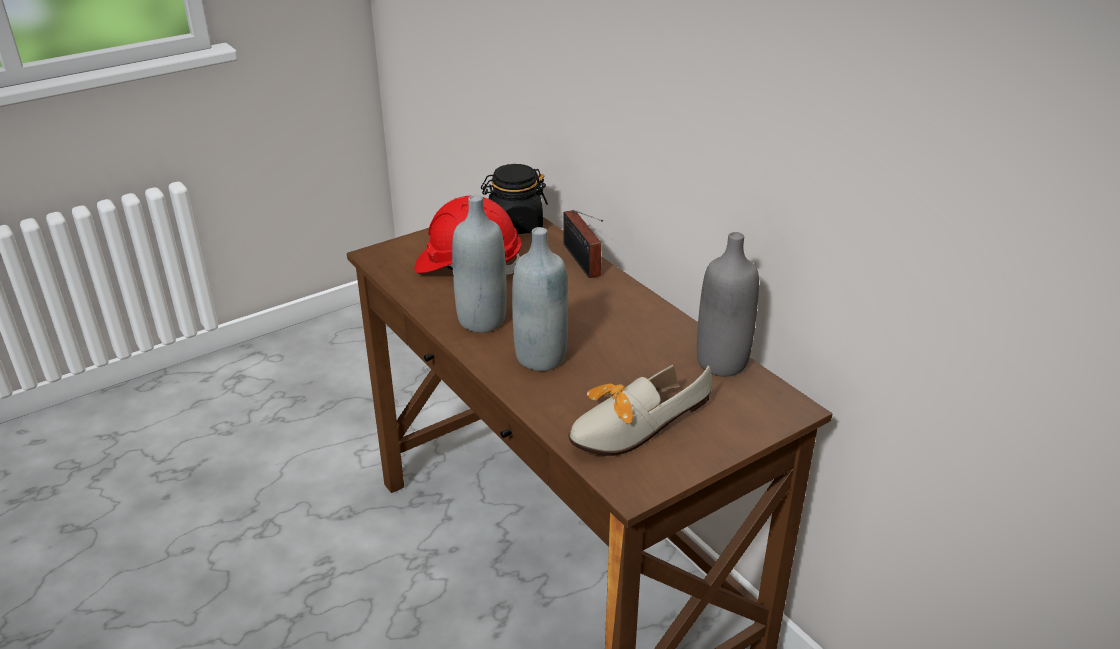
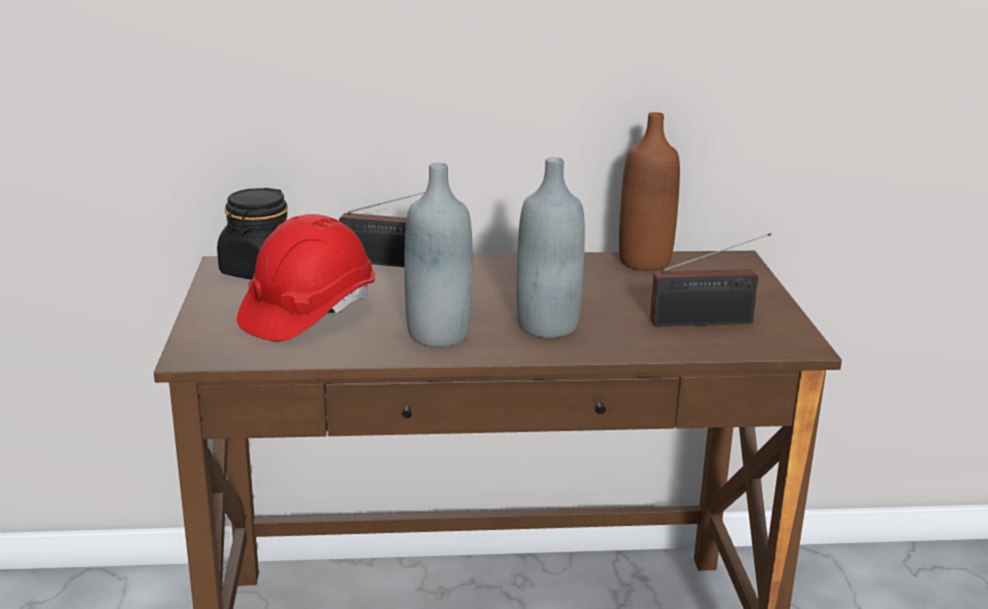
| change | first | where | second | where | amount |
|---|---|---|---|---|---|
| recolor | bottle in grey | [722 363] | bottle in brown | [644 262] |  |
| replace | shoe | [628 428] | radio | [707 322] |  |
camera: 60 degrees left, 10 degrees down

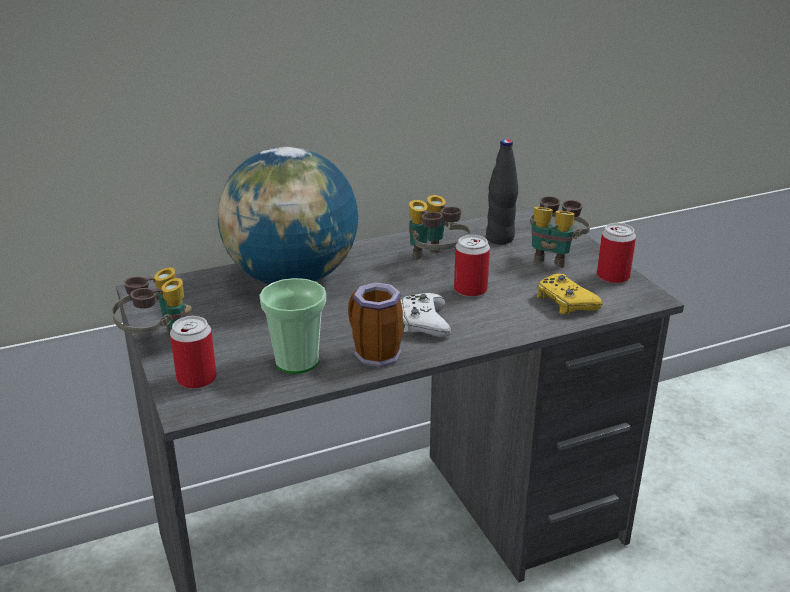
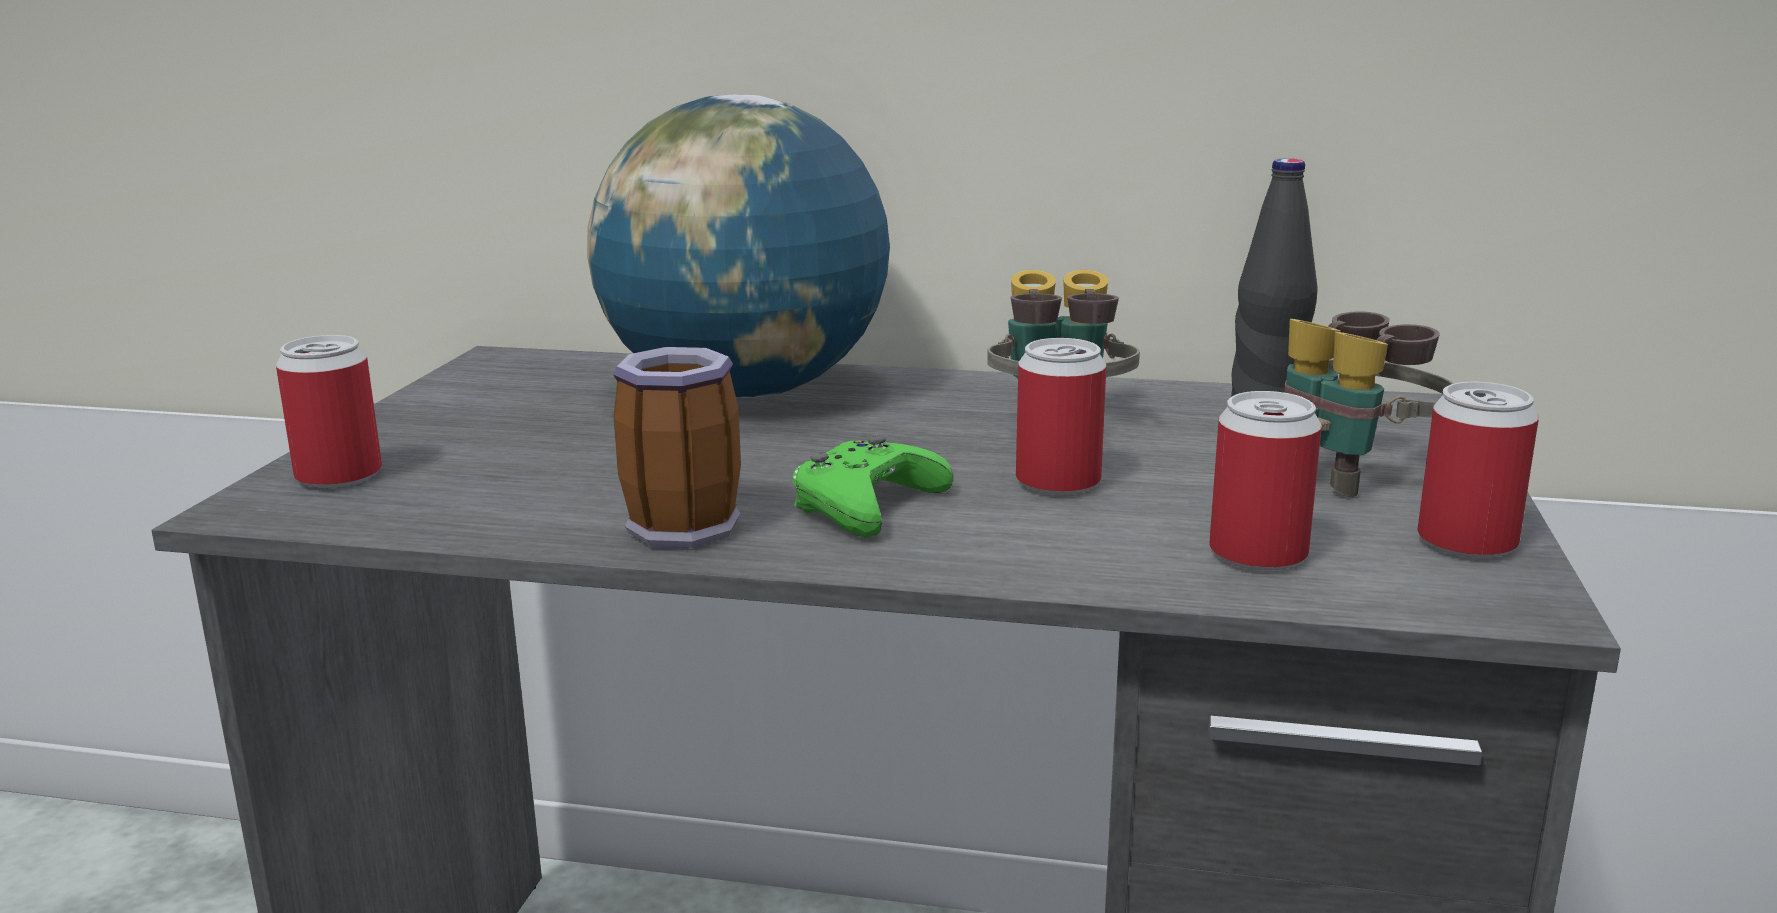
| change | first | where | second | where | amount |
|---|---|---|---|---|---|
| delete | binoculars | [158 343] |  |  |  |
| replace | game controller in yellow | [565 302] | can | [1258 554] |  |
| delete | cup | [297 361] |  |  |  |
| recolor | game controller in white | [424 322] | game controller in green | [867 505] |  |
camera: 35 degrees right, 10 degrees down

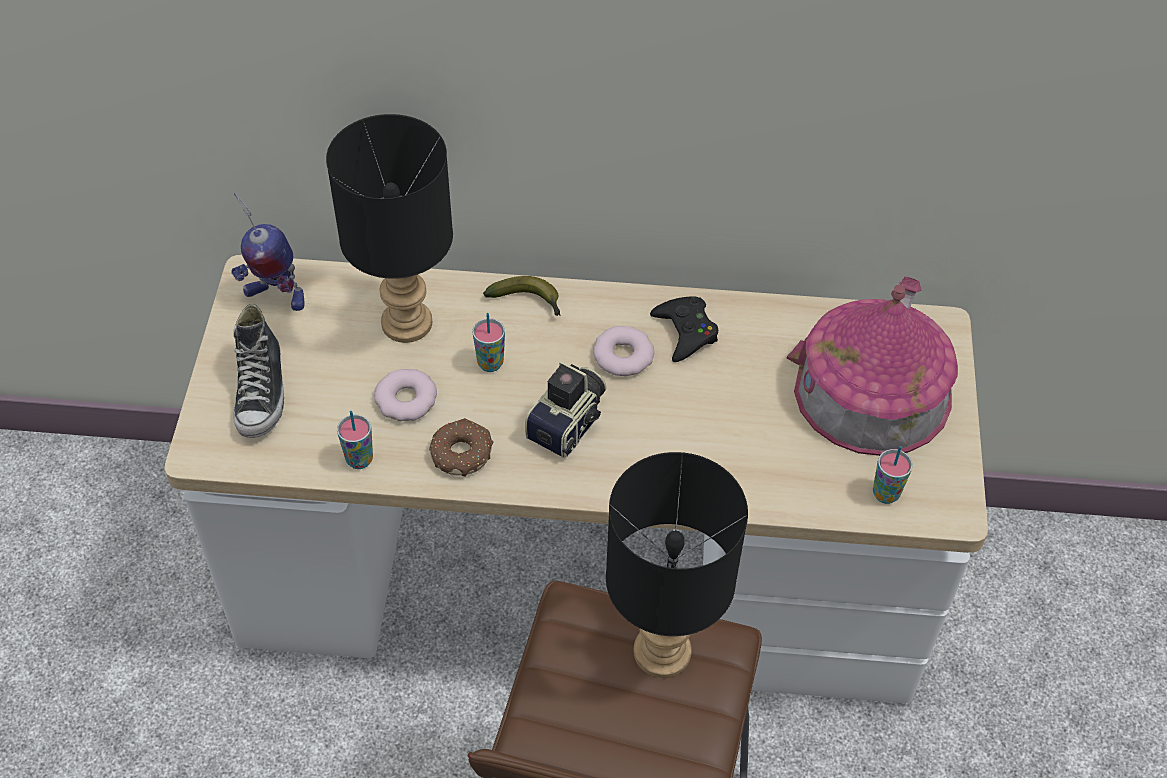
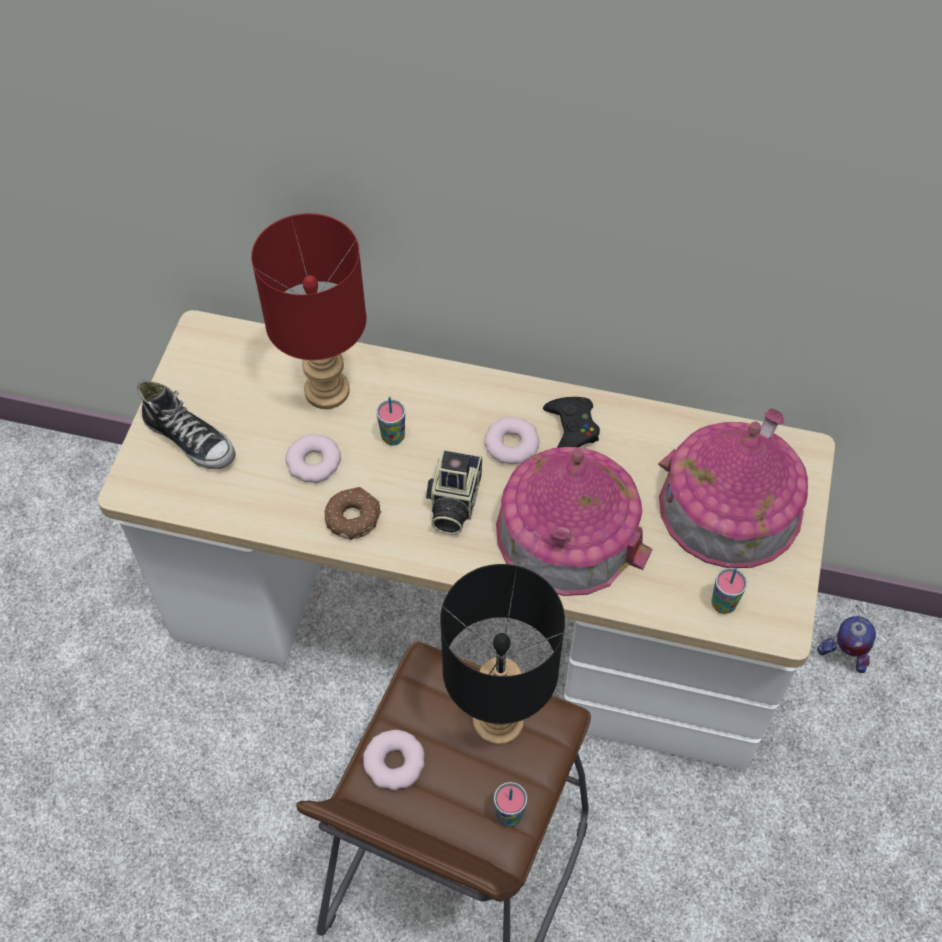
| change | first | where | second | where | amount |
|---|---|---|---|---|---|
| recolor | table lamp in black | [404 323] | table lamp in red | [325 390] |  |
| move | toy robot | [274 296] |  | [841 657] |  |
| delete | banana | [528 302] |  |  |  |
| rotate | shoe | [261 392] |  | [191 440] | 60 degrees counterclockwise |
| rotate | photo camera | [570 424] |  | [452 502] | 150 degrees clockwise |
| move | cup | [359 460] |  | [509 815] |  |
| insert |  |  | toy house | [568 530] |  |
| insert |  |  | donut | [394 762] |  |
camera: 10 degrees right, 5 degrees up

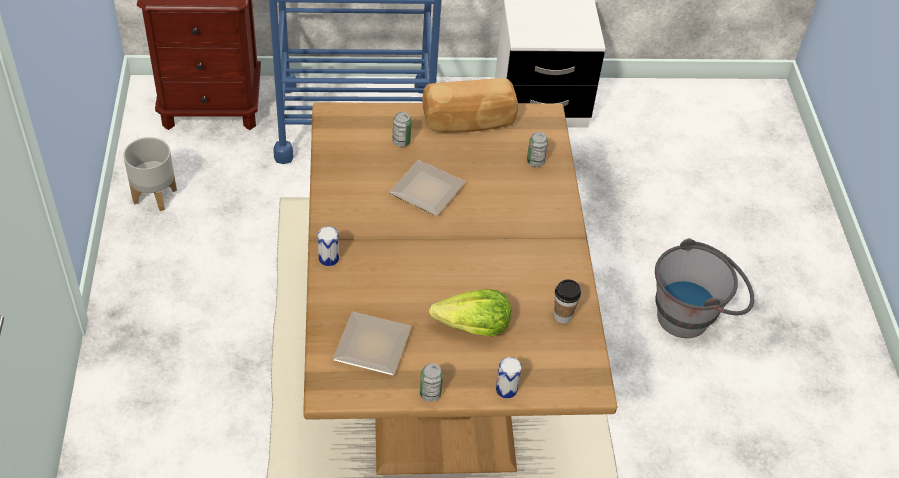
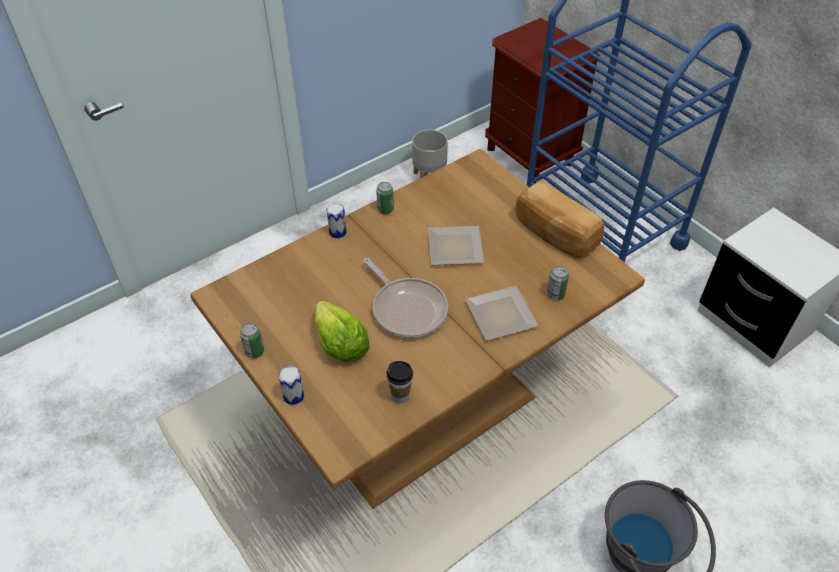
| change | first | where | second | where | amount |
|---|---|---|---|---|---|
| move | can | [401 142] |  | [385 210] |  |
| move | plate | [369 347] |  | [498 314] |  |
| insert |  |  | frying pan | [407 309] |  |
camera: 60 degrees right, 0 degrees up

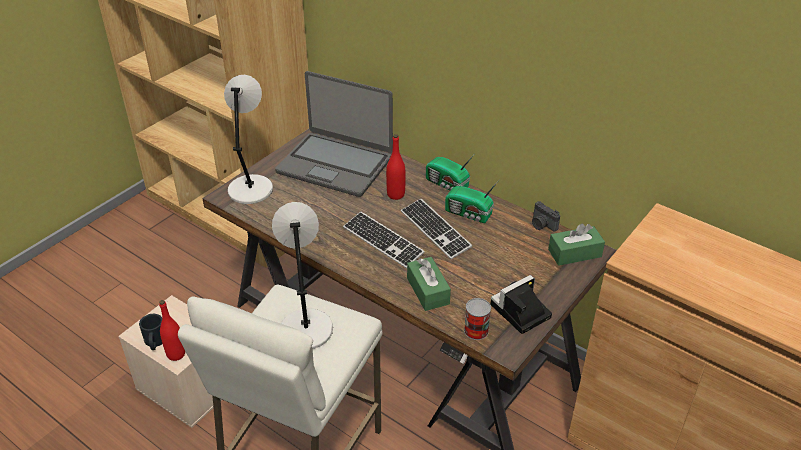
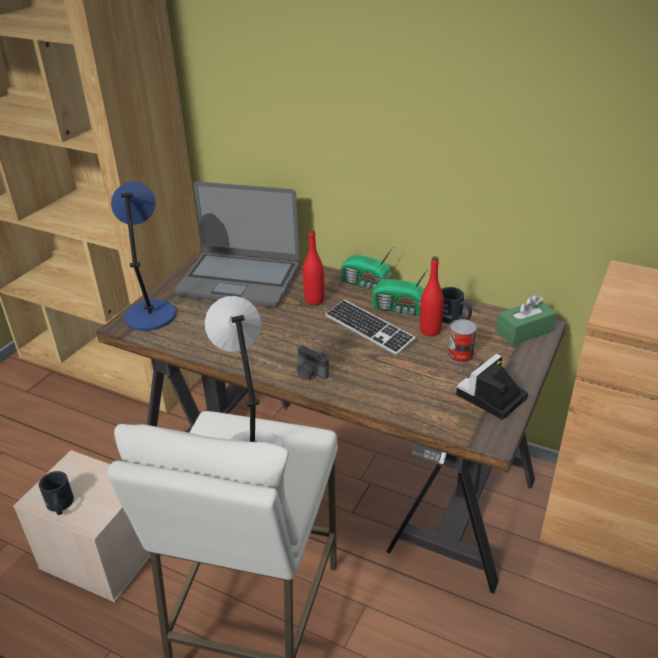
| change | first | where | second | where | amount |
|---|---|---|---|---|---|
| recolor | table lamp in grey | [251 188] | table lamp in blue | [150 314] |  |
| move | photo camera | [542 225] |  | [310 373] |  |
| delete | keyboard | [383 241] |  |  |  |
| delete | tissue box in green | [428 291] |  |  |  |
| move | can | [476 330] |  | [460 355] |  |
| move | bottle in red | [176 354] |  | [430 331] |  |
| insert |  |  | mug in black | [454 318] |  |
camera: 10 degrees left, 5 degrees down

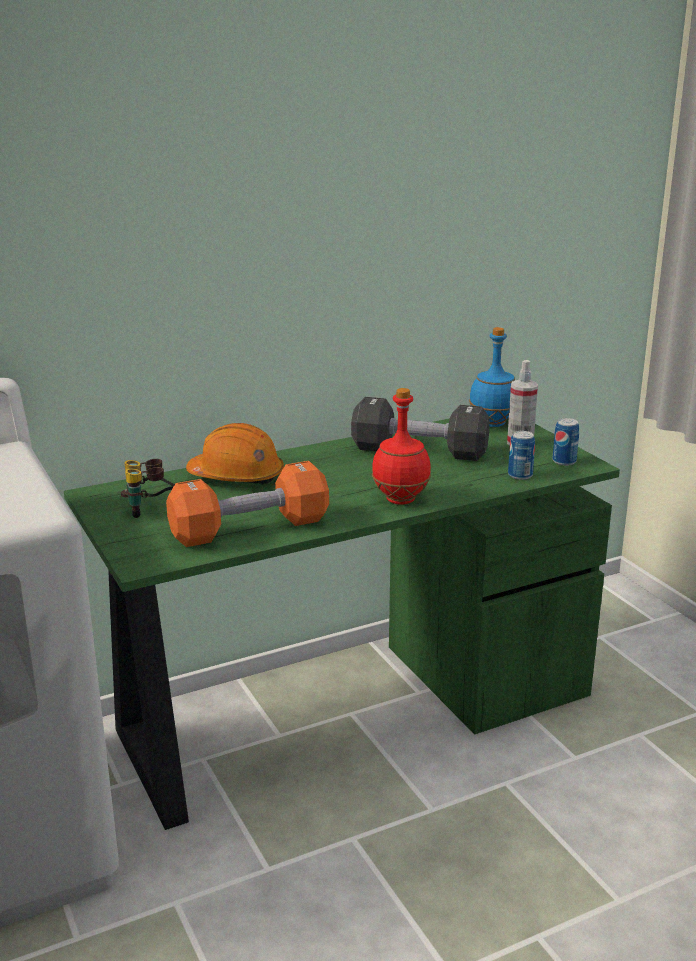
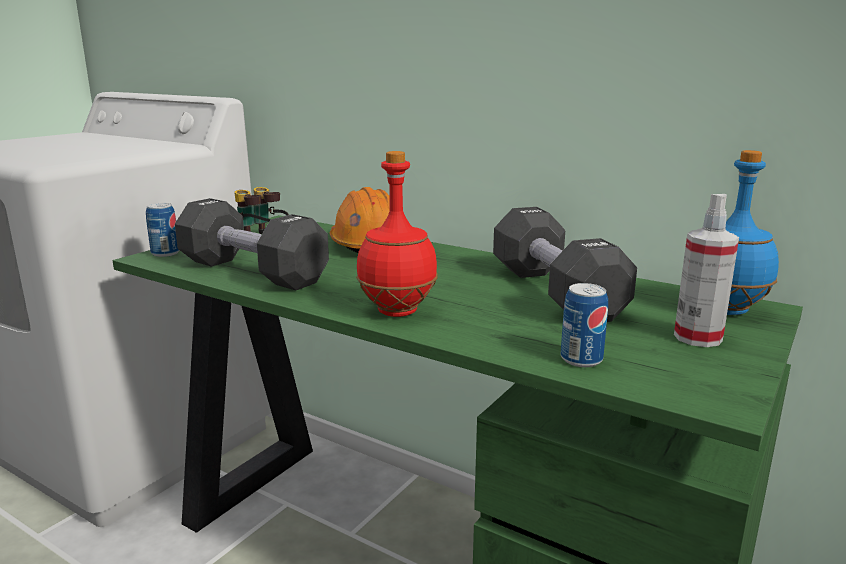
| change | first | where | second | where | amount |
|---|---|---|---|---|---|
| move | can | [564 461] |  | [165 253] |  |
| recolor | dumbbell in orange | [250 529] | dumbbell in black | [252 272] |  |
camera: 60 degrees right, 5 degrees down

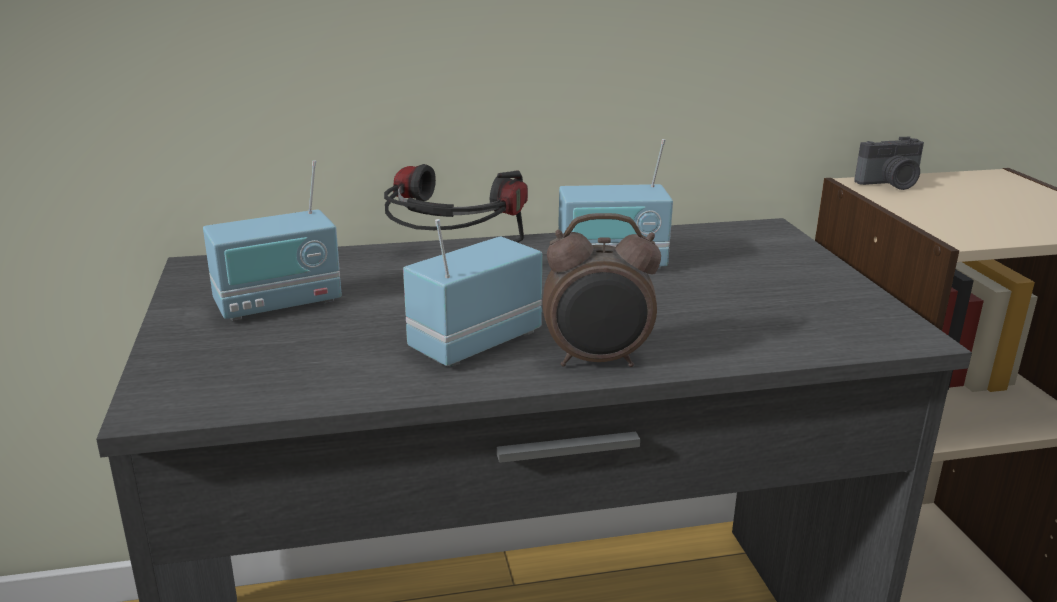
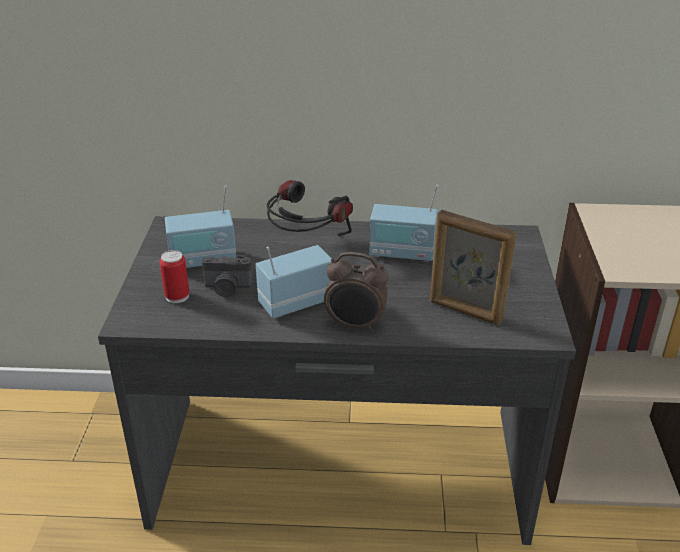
| change | first | where | second | where | amount |
|---|---|---|---|---|---|
| move | photo camera | [891 184] |  | [227 288] |  |
| insert |  |  | picture frame | [465 311] |  |
| insert |  |  | can | [177 296] |  |
camera: 15 degrees right, 10 degrees up

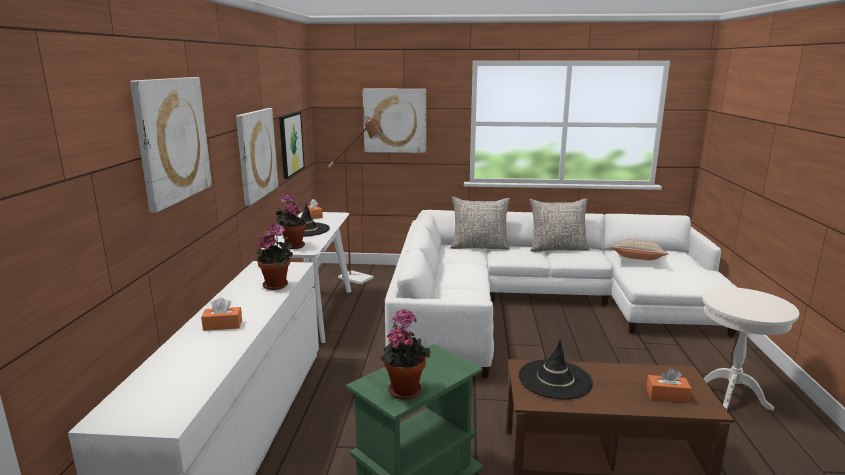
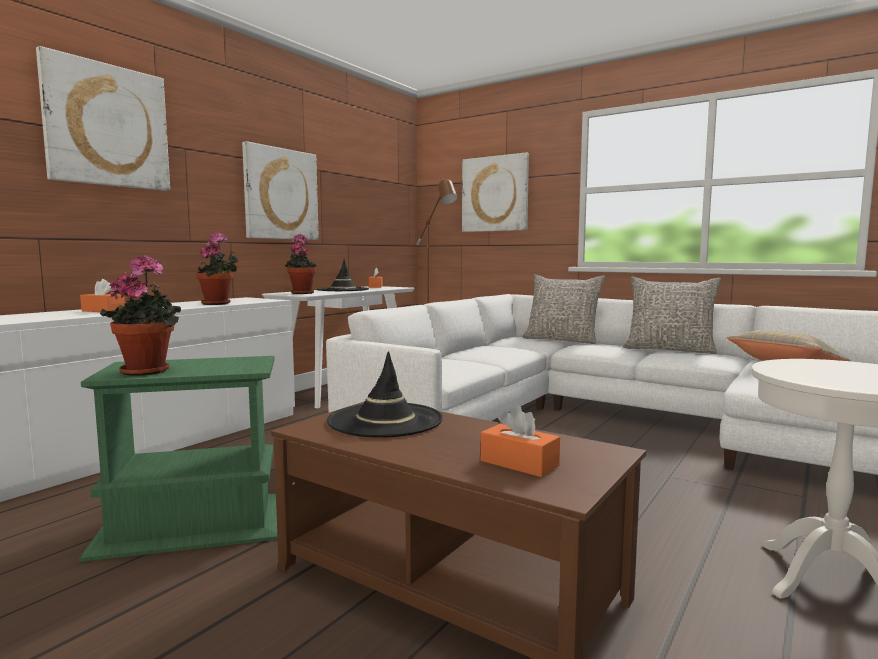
| change | first | where | second | where | amount |
|---|---|---|---|---|---|
| delete | picture | [290 144] |  |  |  |
camera: 30 degrees right, 10 degrees down

